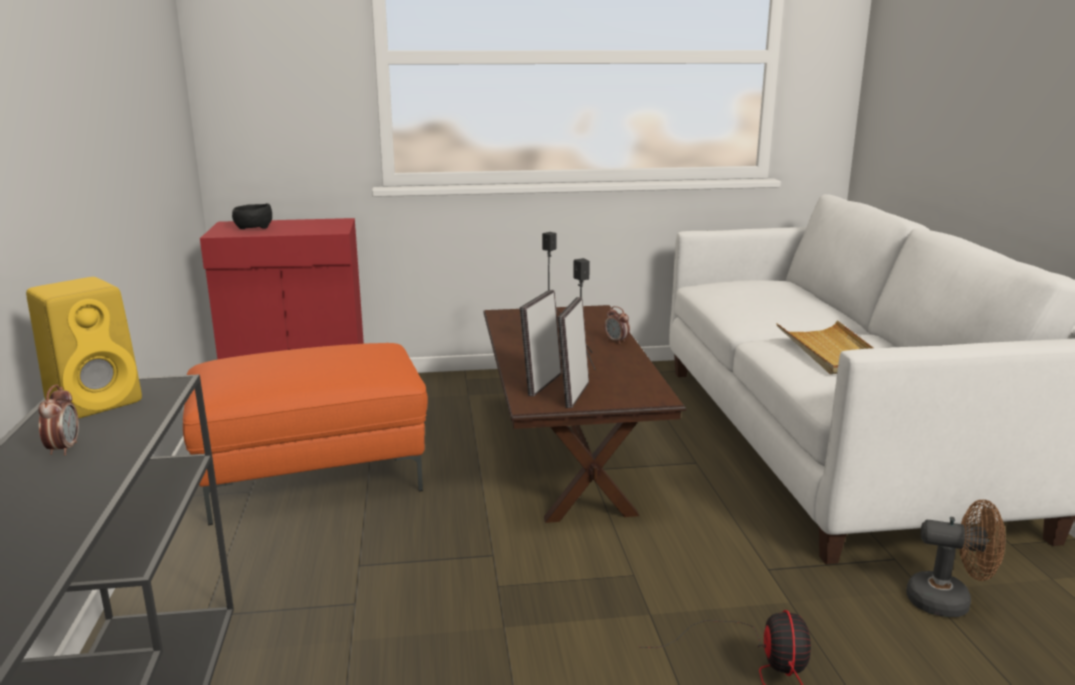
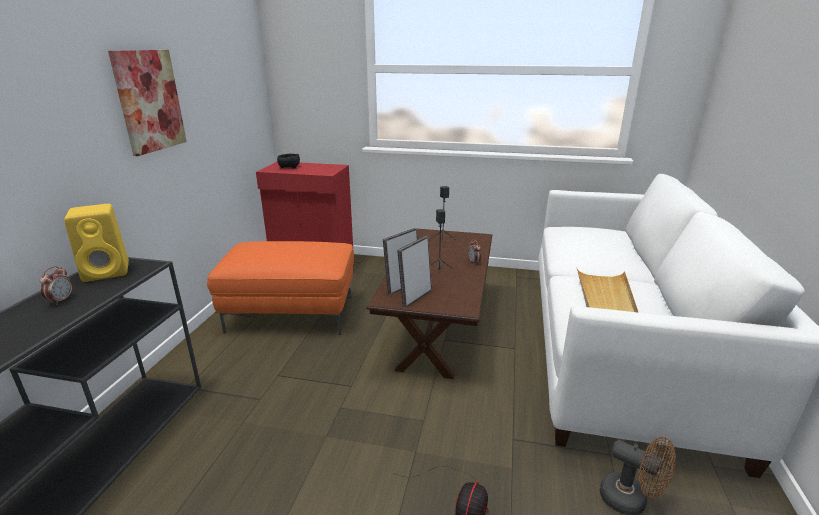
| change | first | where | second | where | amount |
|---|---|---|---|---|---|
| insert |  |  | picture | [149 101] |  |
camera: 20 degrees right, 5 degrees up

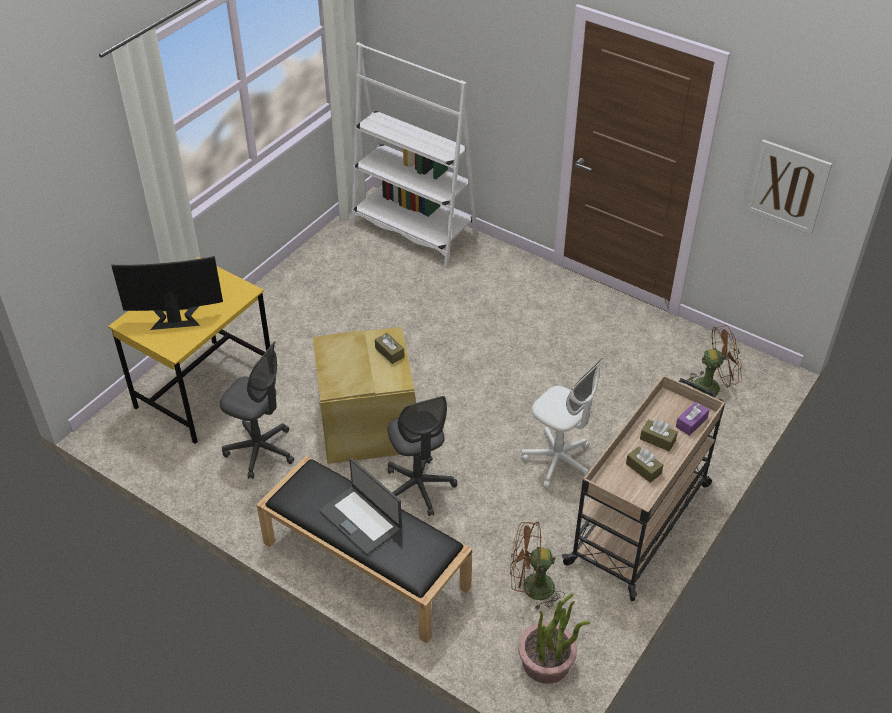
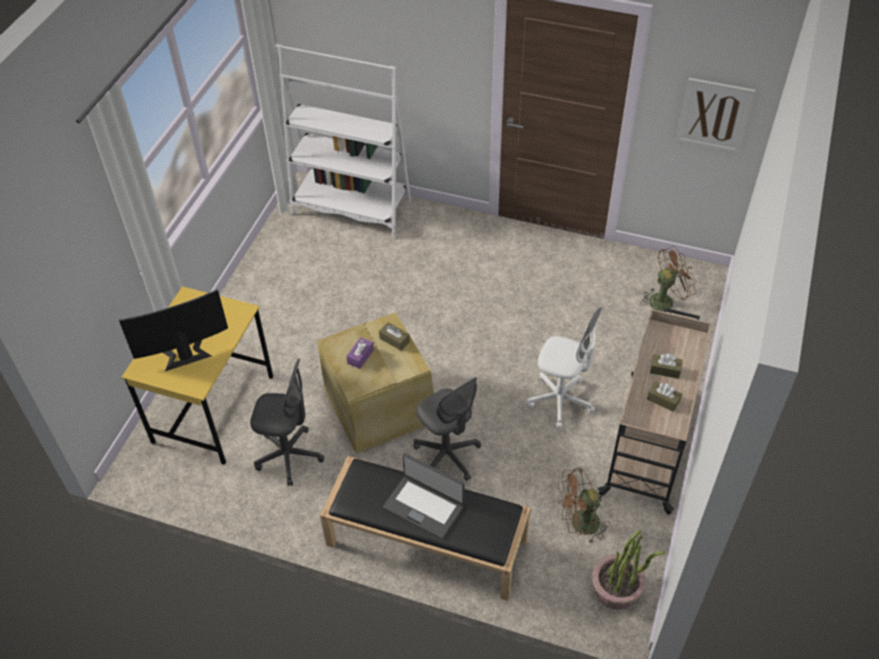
| change | first | where | second | where | amount |
|---|---|---|---|---|---|
| move | tissue box in purple | [691 423] |  | [360 356] |  |
camera: 15 degrees left, 5 degrees up

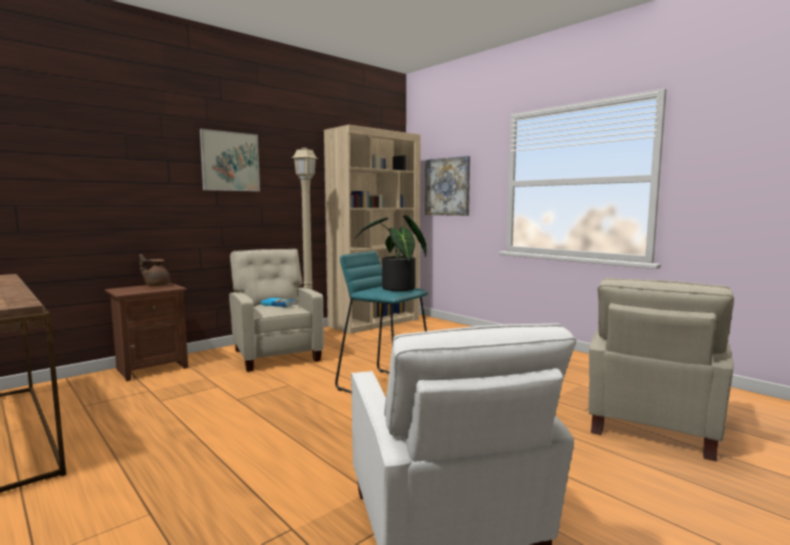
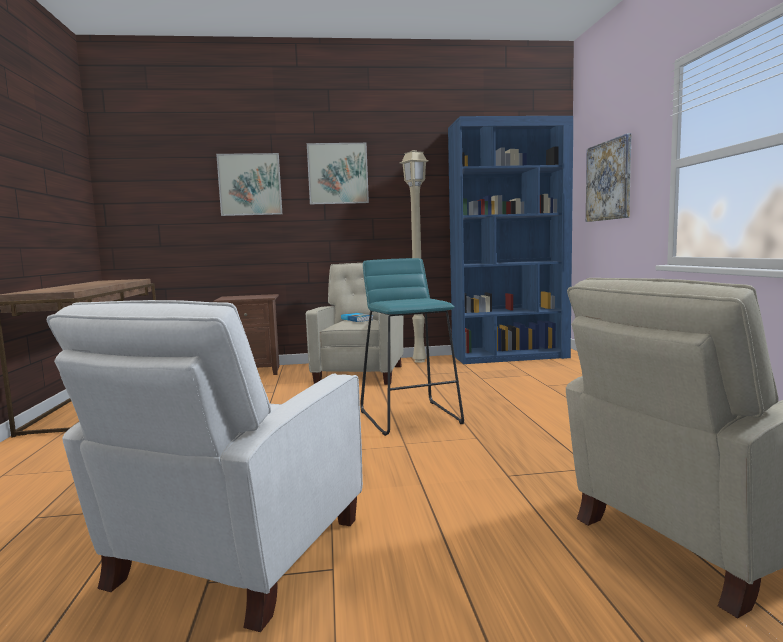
| change | first | where | second | where | amount |
|---|---|---|---|---|---|
| recolor | bookcase in beige | [375 322] | bookcase in blue | [510 356] |  |
| delete | potted plant | [397 289] |  |  |  |
| delete | teapot in brown | [156 285] |  |  |  |
| insert |  |  | picture | [250 184] |  |
camera: 35 degrees right, 0 degrees up

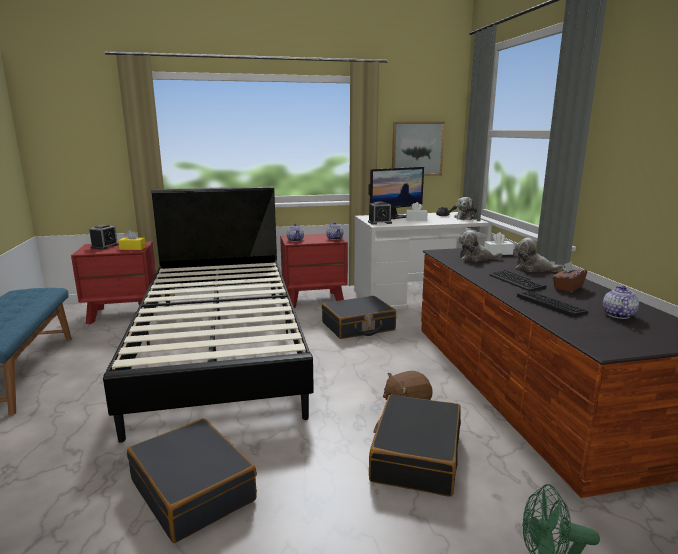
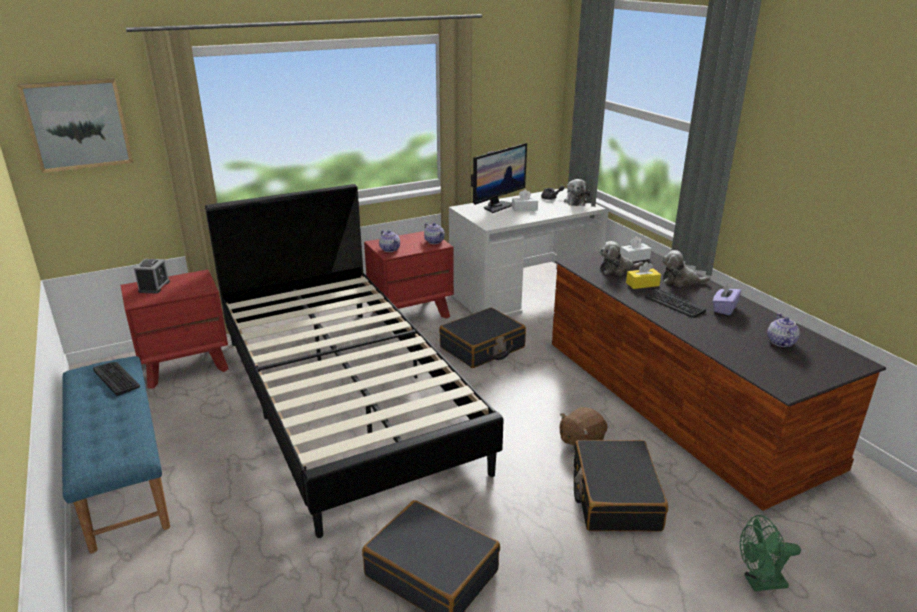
| change | first | where | second | where | amount |
|---|---|---|---|---|---|
| move | picture | [417 149] |  | [78 124] |  |
| delete | alarm clock | [379 222] |  |  |  |
| move | tissue box in yellow | [132 248] |  | [642 284] |  |
| recolor | tissue box in brown | [567 288] | tissue box in purple | [724 308] |  |
| move | keyboard | [551 304] |  | [116 378] |  |
camera: 15 degrees left, 10 degrees up

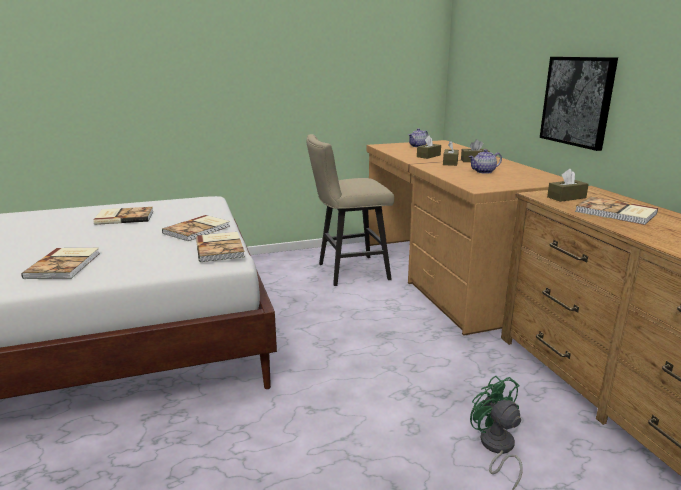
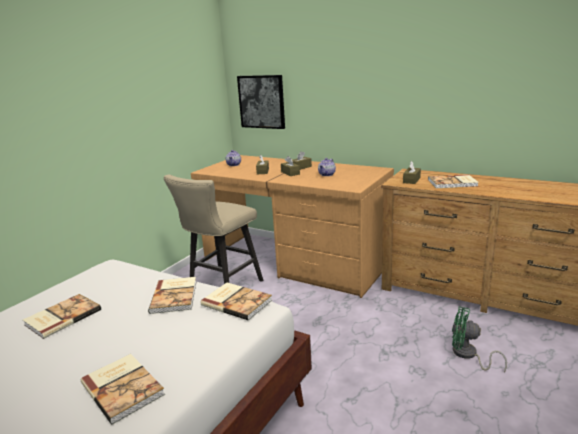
| change | first | where | second | where | amount |
|---|---|---|---|---|---|
| move | picture | [577 101] |  | [262 101] |  |
camera: 40 degrees left, 0 degrees up

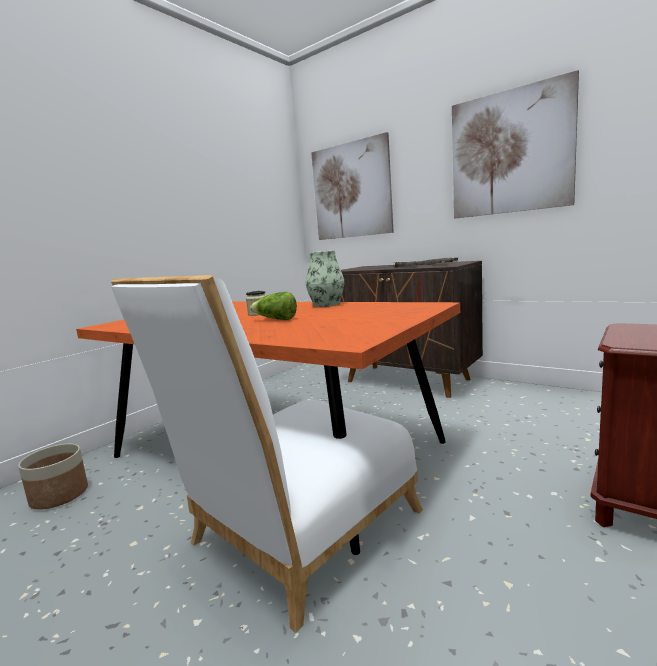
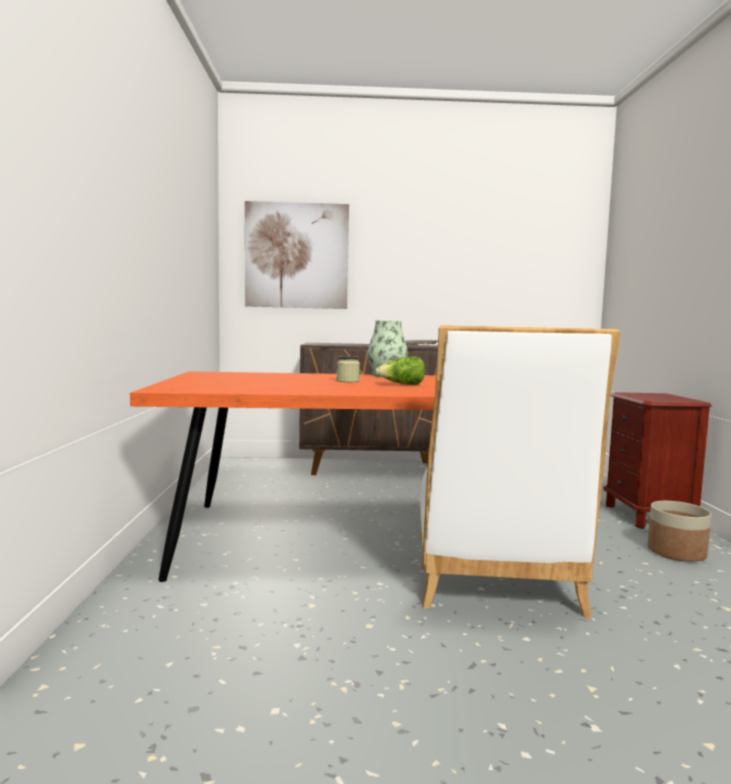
| change | first | where | second | where | amount |
|---|---|---|---|---|---|
| delete | picture | [510 153] |  |  |  |
| move | planter | [60 495] |  | [676 552] |  |
camera: 40 degrees left, 5 degrees down

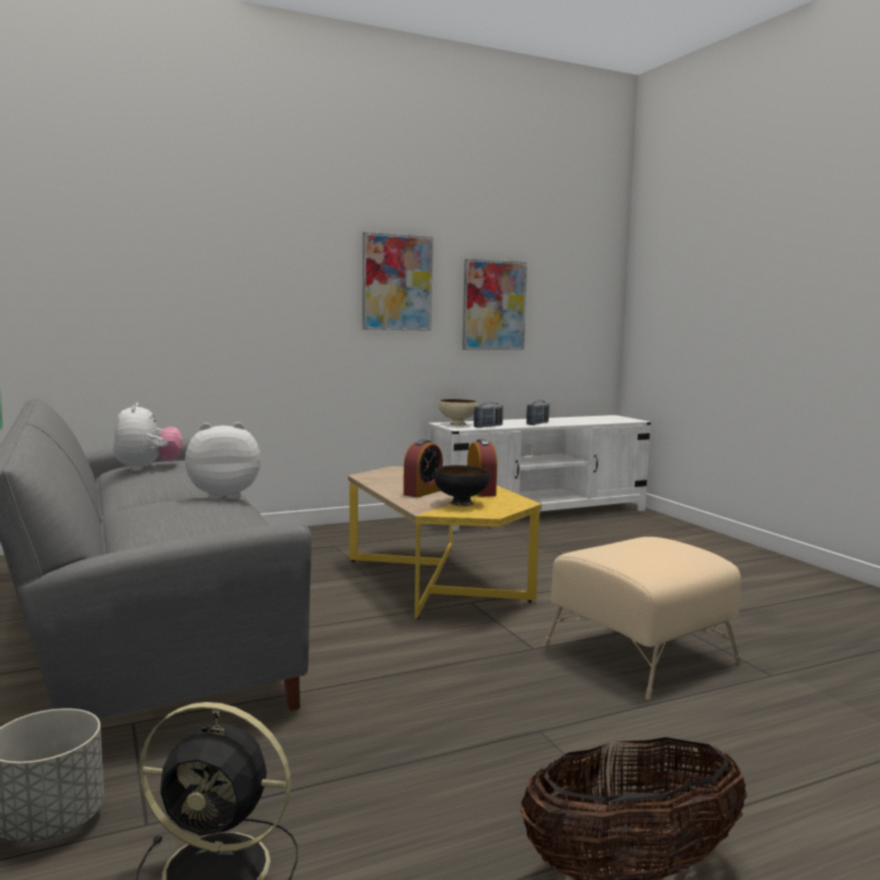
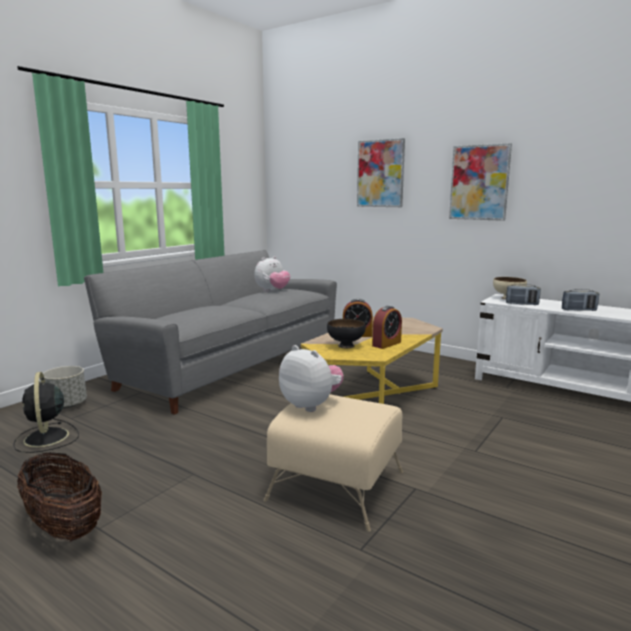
| change | first | where | second | where | amount |
|---|---|---|---|---|---|
| move | picture | [494 305] |  | [380 173] |  |
| move | plush toy | [223 496] |  | [311 405] |  |
camera: 60 degrees right, 5 degrees up

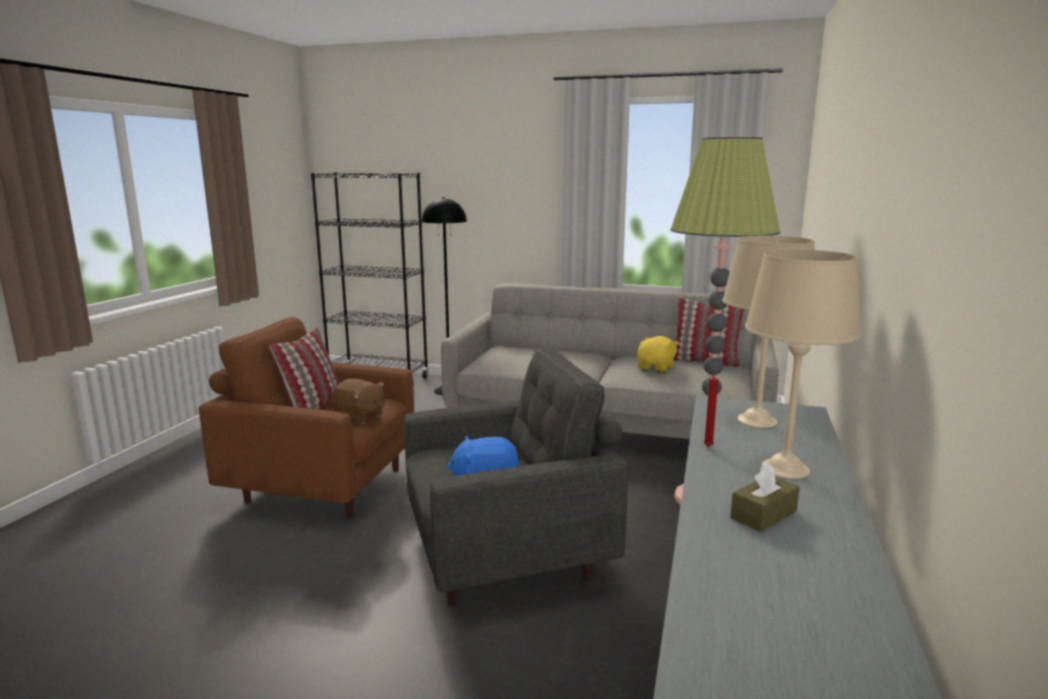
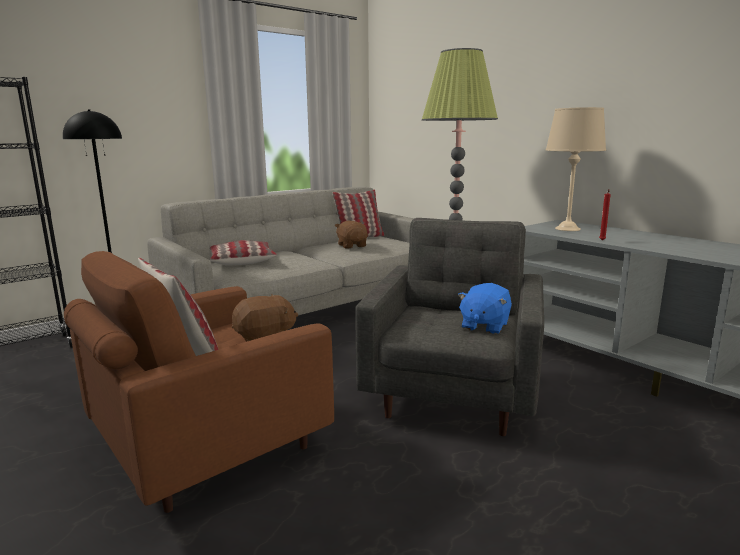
| change | first | where | second | where | amount |
|---|---|---|---|---|---|
| delete | table lamp in beige | [784 469] |  |  |  |
| recolor | plush toy in yellow | [656 367] | plush toy in brown | [352 246] |  |
| delete | tissue box in brown | [763 514] |  |  |  |
| insert |  |  | pillow | [241 261] |  |
camera: 55 degrees left, 0 degrees up

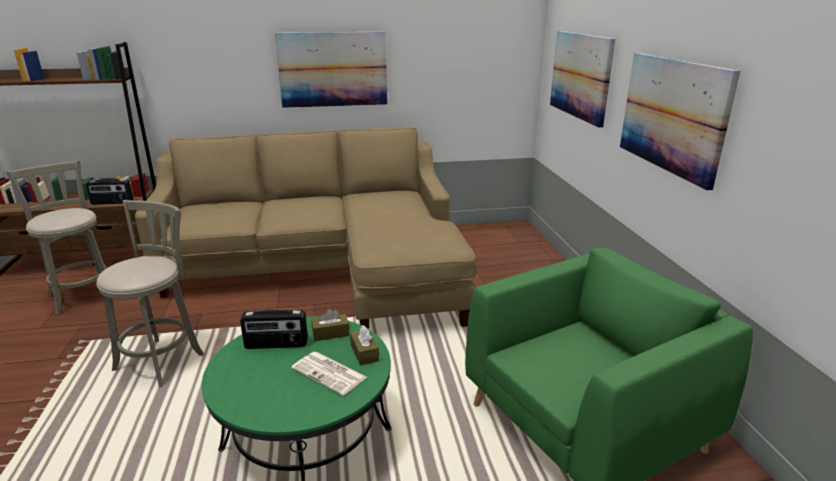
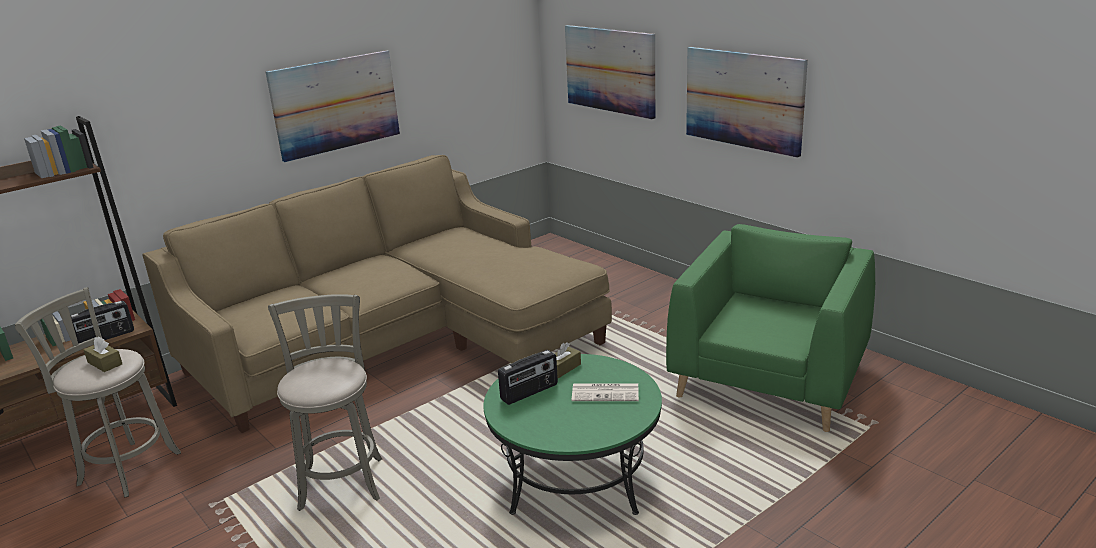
| change | first | where | second | where | amount |
|---|---|---|---|---|---|
| move | tissue box in brown | [364 353] |  | [105 363] |  |
camera: 30 degrees left, 0 degrees up

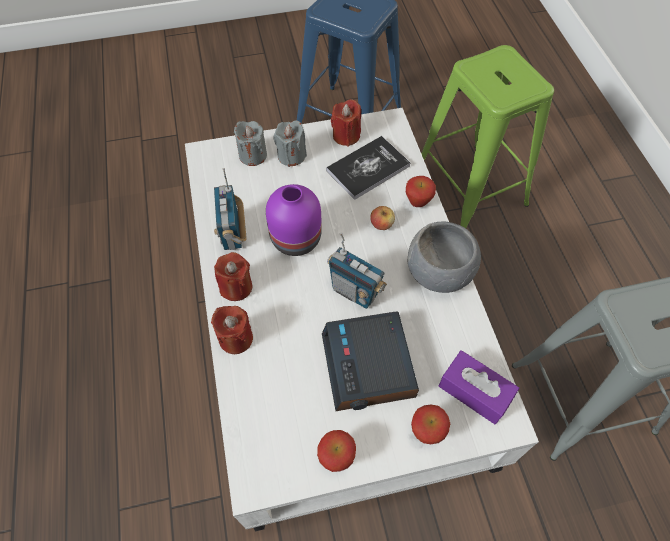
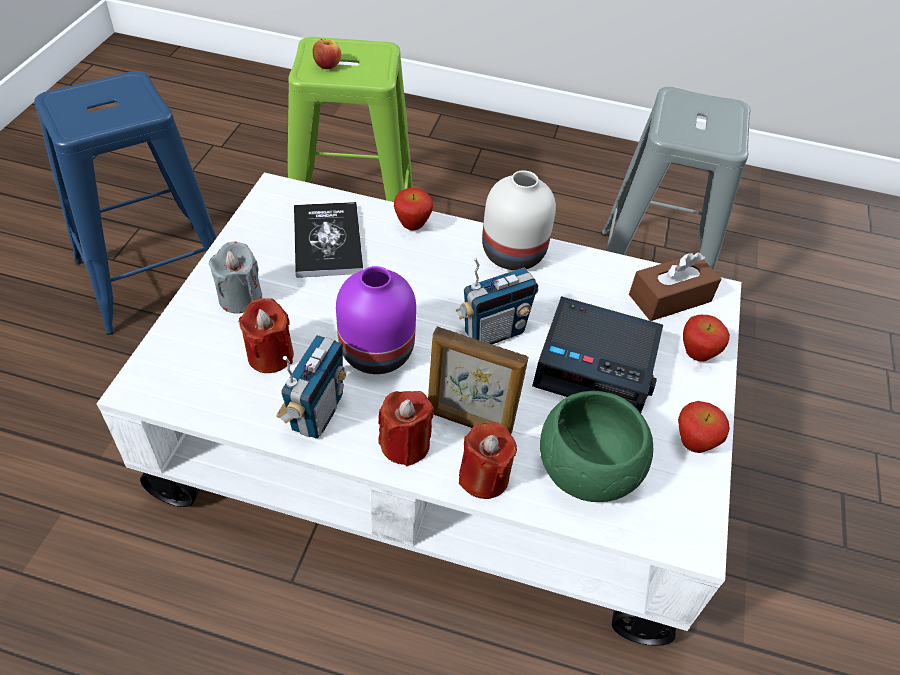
| change | first | where | second | where | amount |
|---|---|---|---|---|---|
| move | candle in red | [346 135] |  | [270 355] |  |
| delete | candle in grey | [253 155] |  |  |  |
| rotate | radio | [233 234] |  | [316 412] | 90 degrees counterclockwise |
| move | apple | [381 224] |  | [327 65] |  |
| replace | bowl in grey | [439 271] | vase in white | [515 253] |  |
| recolor | tissue box in purple | [474 392] | tissue box in brown | [670 298] |  |
| insert |  |  | picture frame | [469 422] |  |
| insert |  |  | bowl in green | [588 469] |  |
camera: 65 degrees left, 10 degrees down

